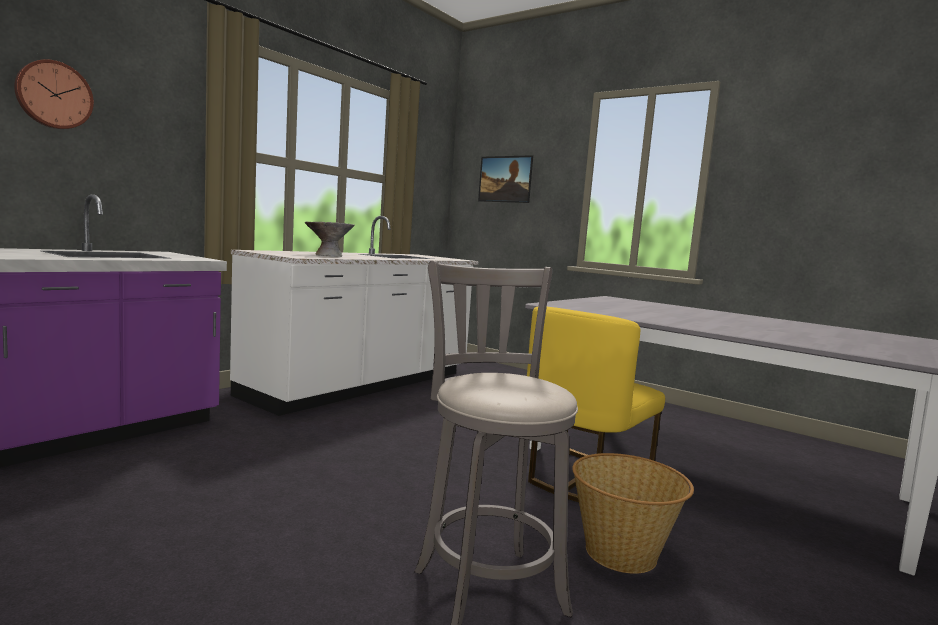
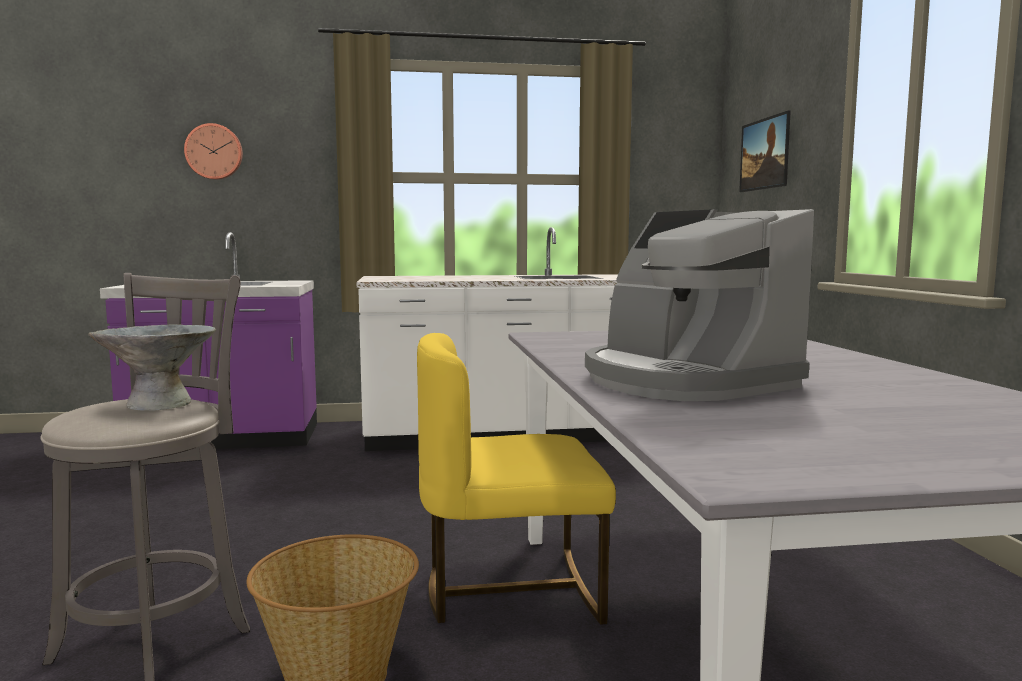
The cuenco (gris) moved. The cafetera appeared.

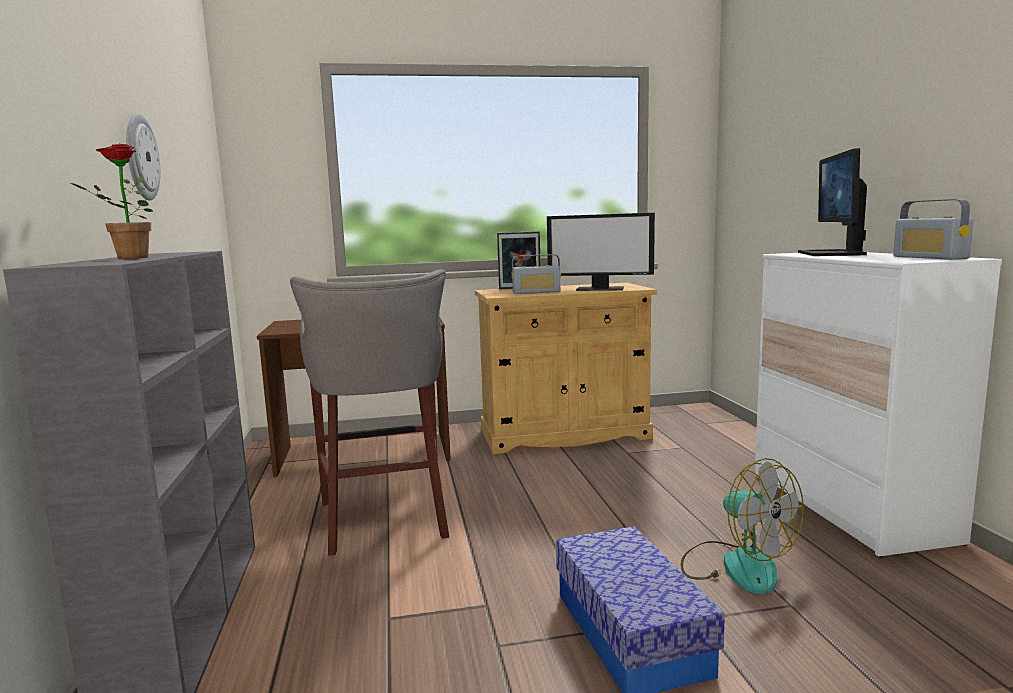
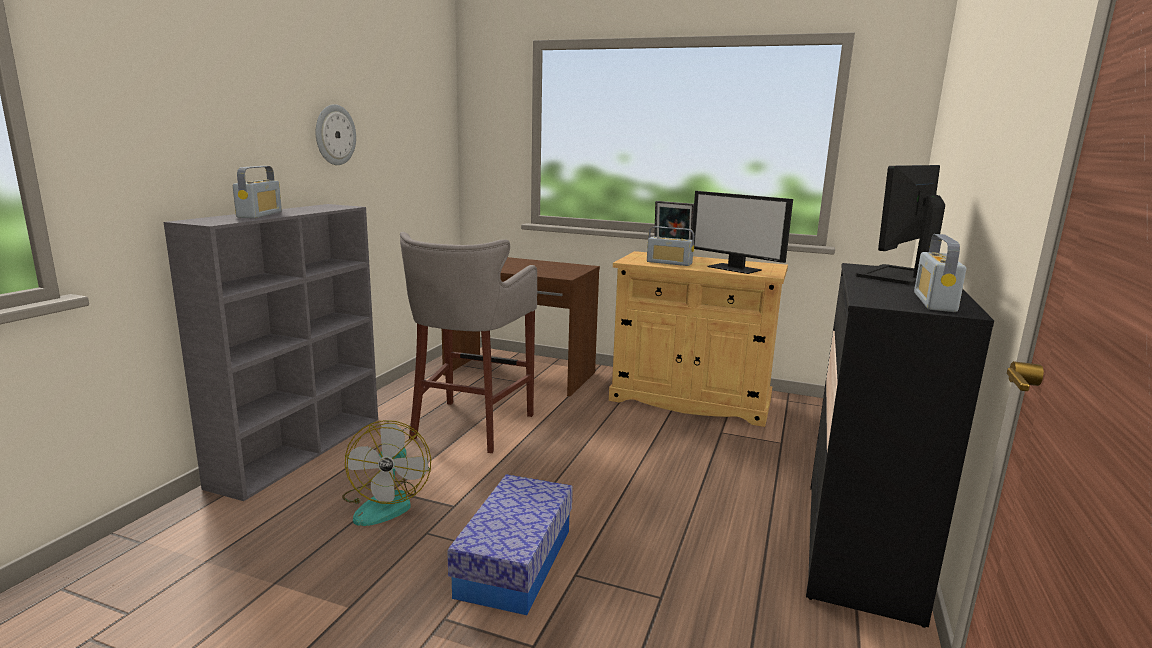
The planta en maceta was replaced by the radio (no. 1 from left). The ventilador moved. The cómoda (blanco) became the cómoda (negro).

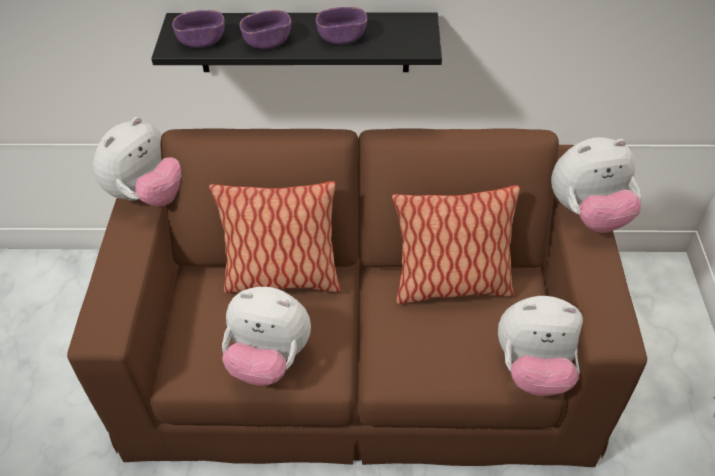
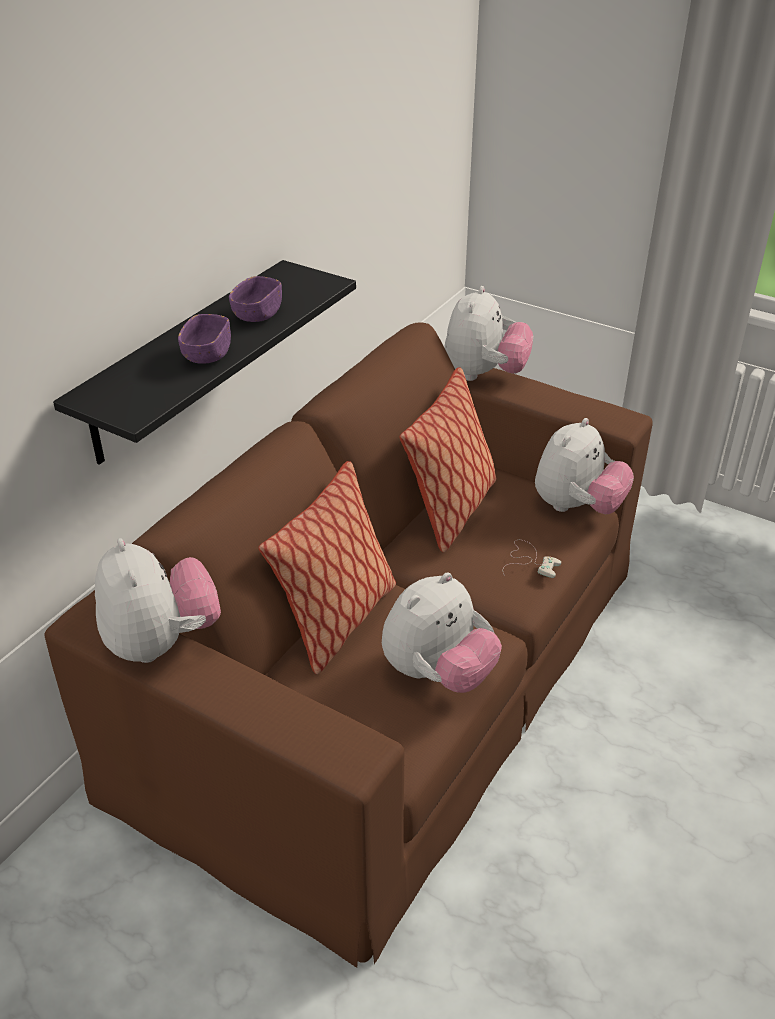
The mando de consola (blanco) appeared. The cuenco (morado) (no. 1 from left) disappeared.

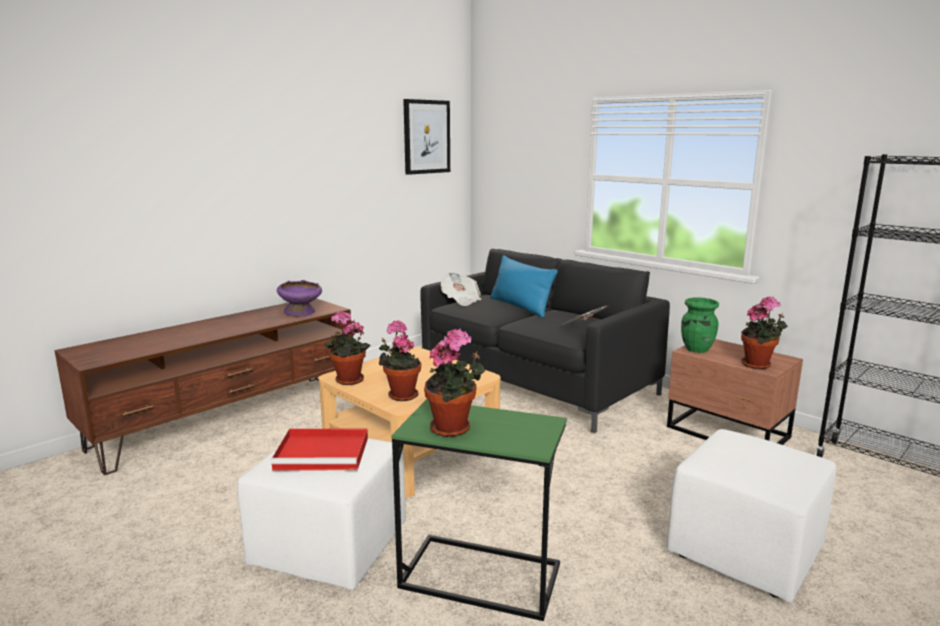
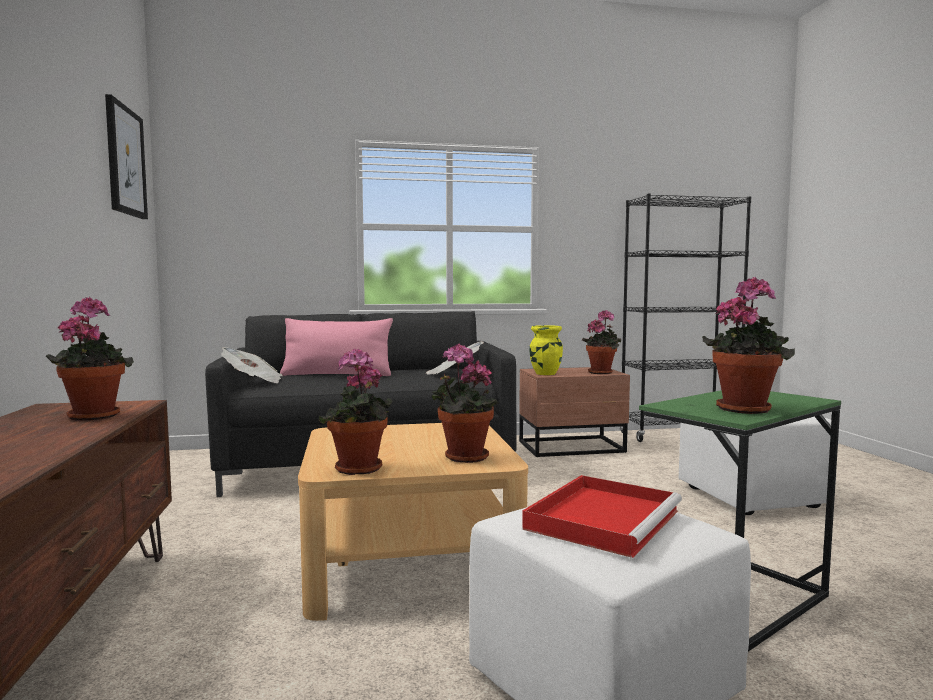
The cuenco (morado) was replaced by the planta en maceta (no. 1 from left). The cojín (azul) became the cojín (rosa). The florero (verde) became the florero (amarillo).

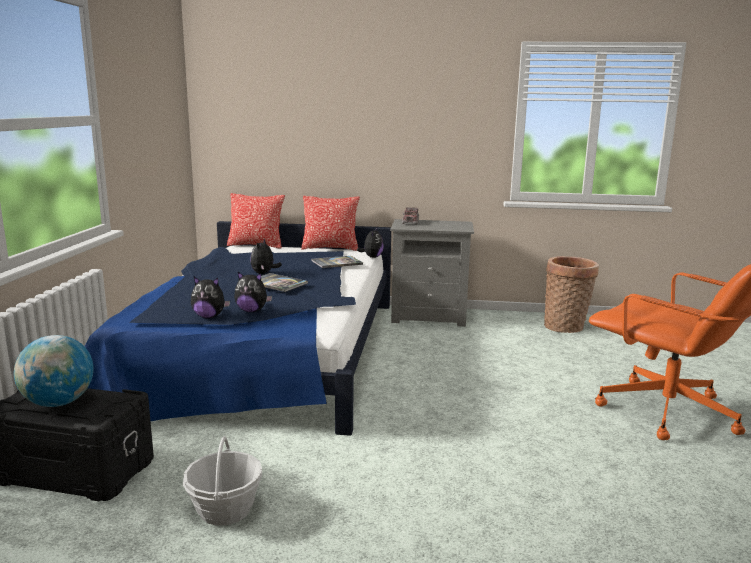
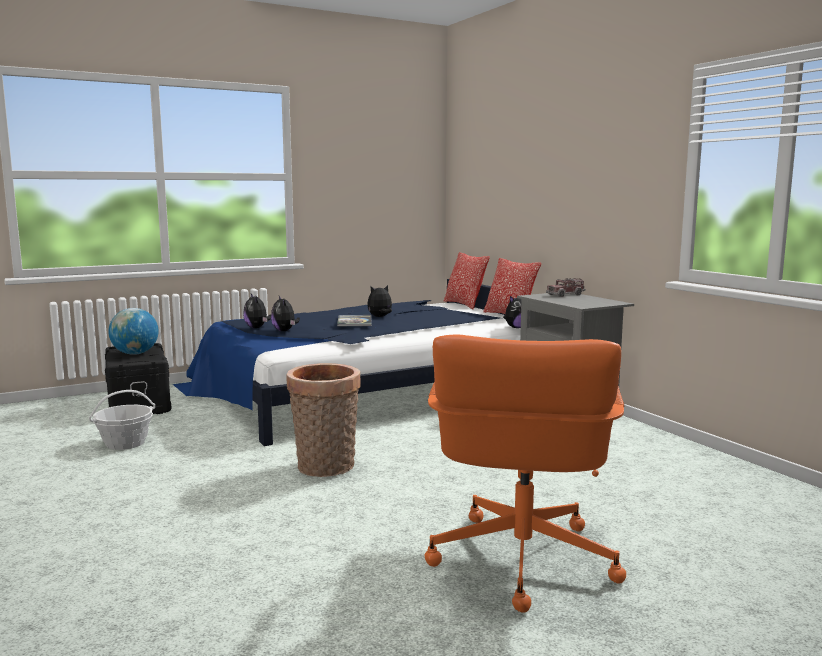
The cesta (no. 2 from left) moved. The libro (no. 2 from left) disappeared.

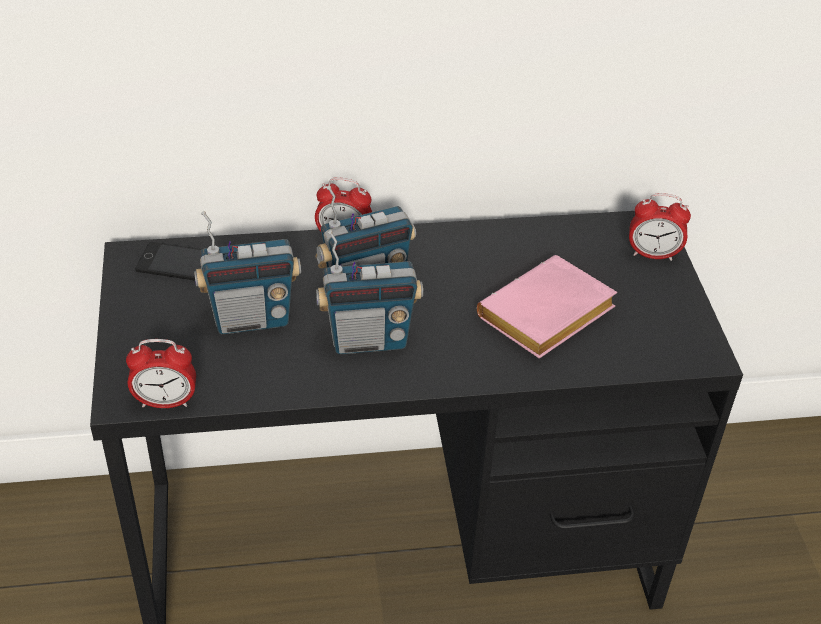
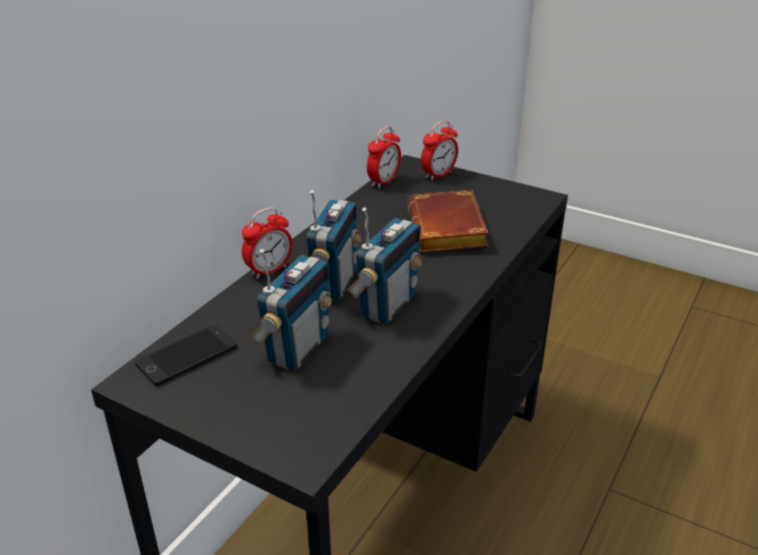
The despertador (no. 1 from left in the first image) moved. The libro (rosa) became the libro (marrón).

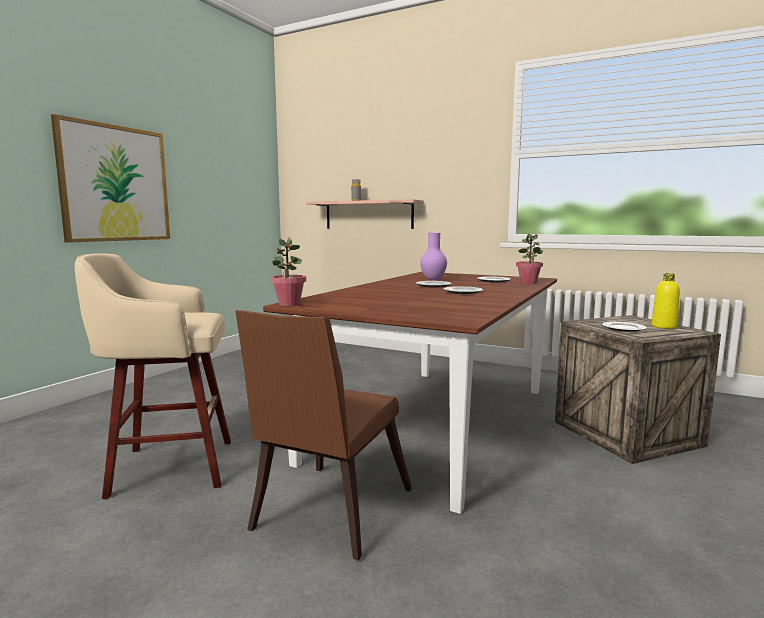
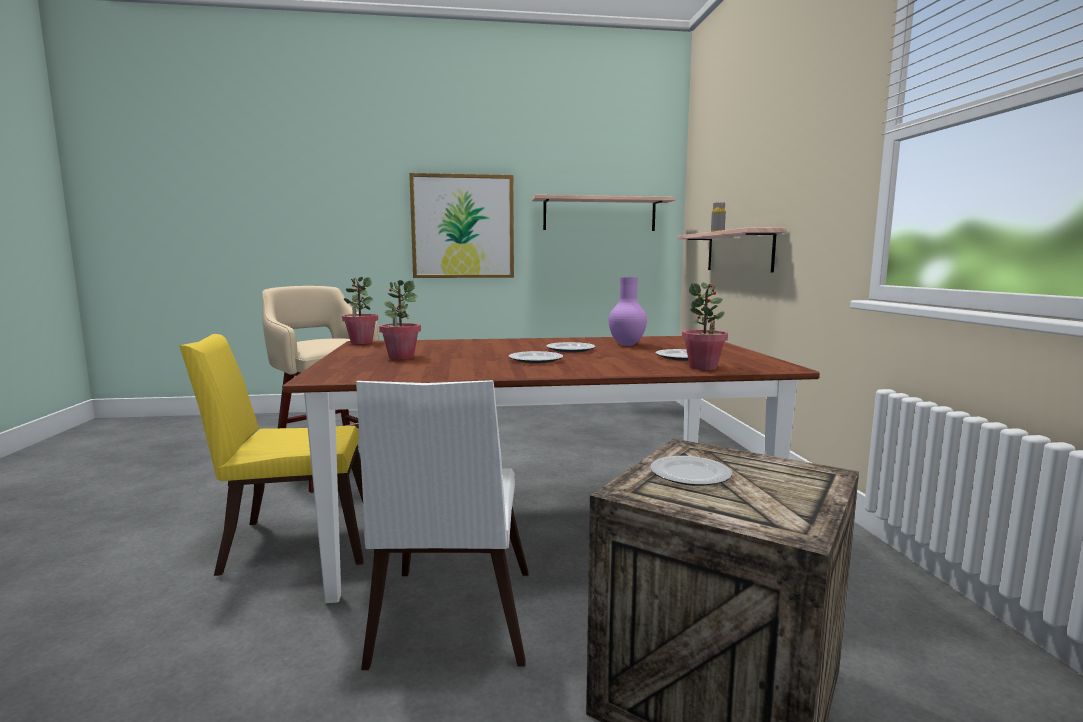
The silla (marrón) became the silla (amarillo). The silla (blanco) appeared. The planta en maceta (no. 2 from left) appeared. The estante (no. 1 from left) appeared. The botella (amarillo) disappeared.

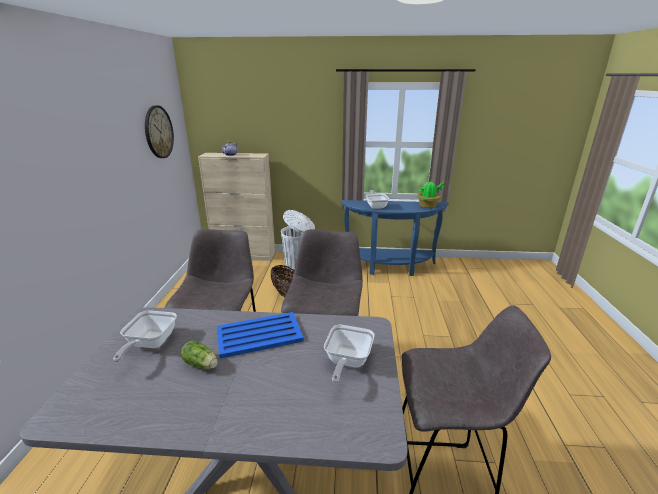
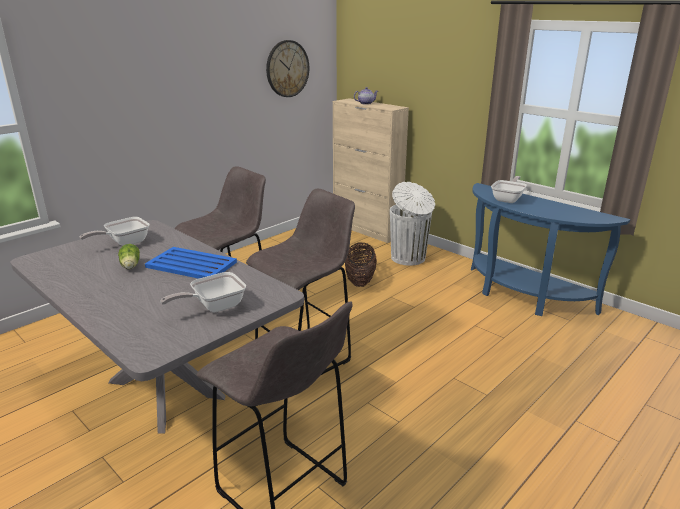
The planta en maceta disappeared.

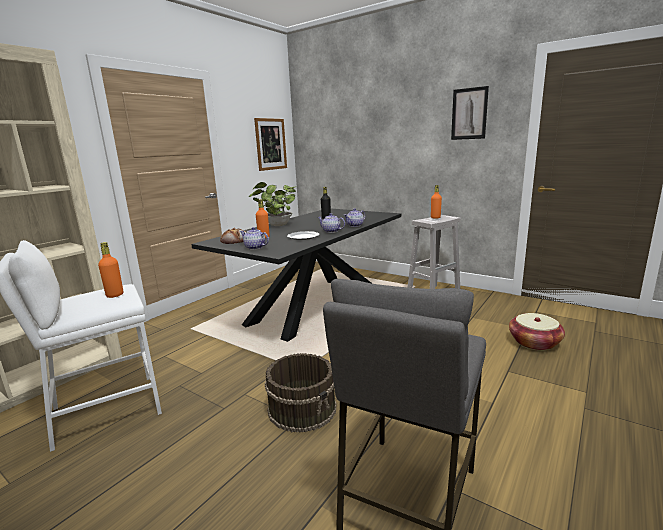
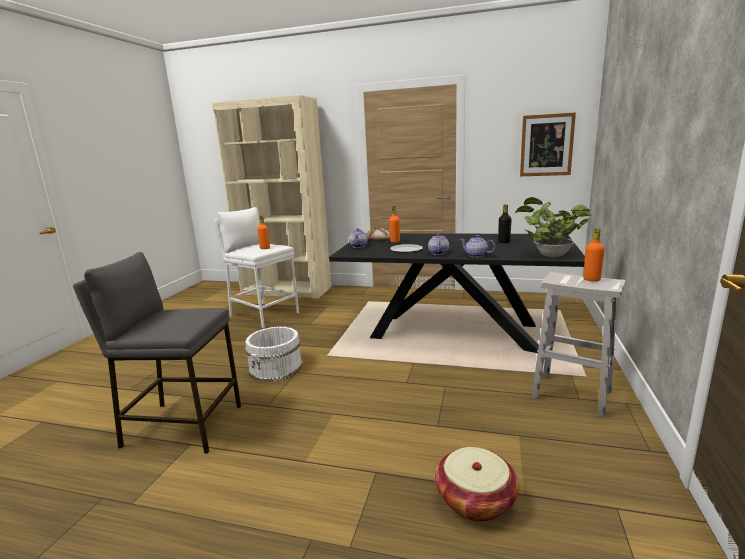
The cubo (marrón) became the cubo (blanco). The planta en maceta moved. The cuadro (no. 2 from left) disappeared.

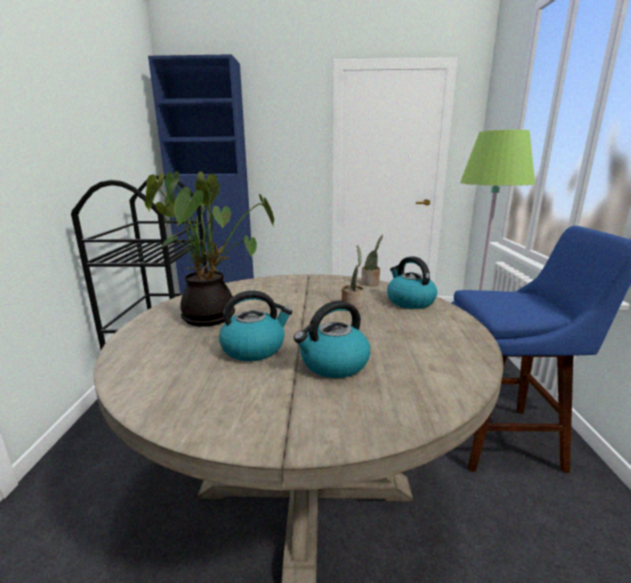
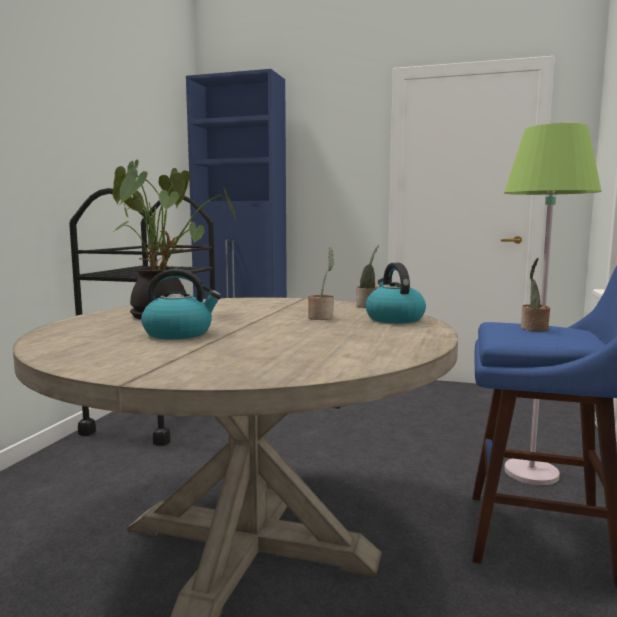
The planta en maceta (no. 4 from left) appeared. The hervidor (no. 2 from left) disappeared.

